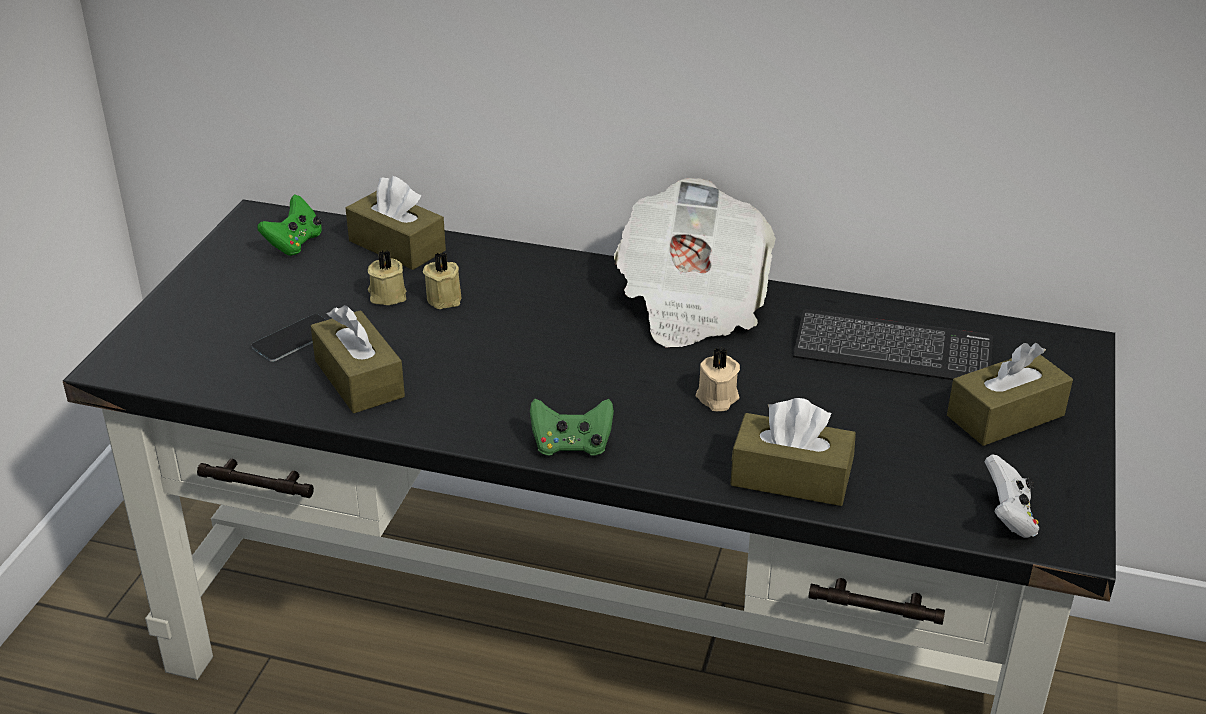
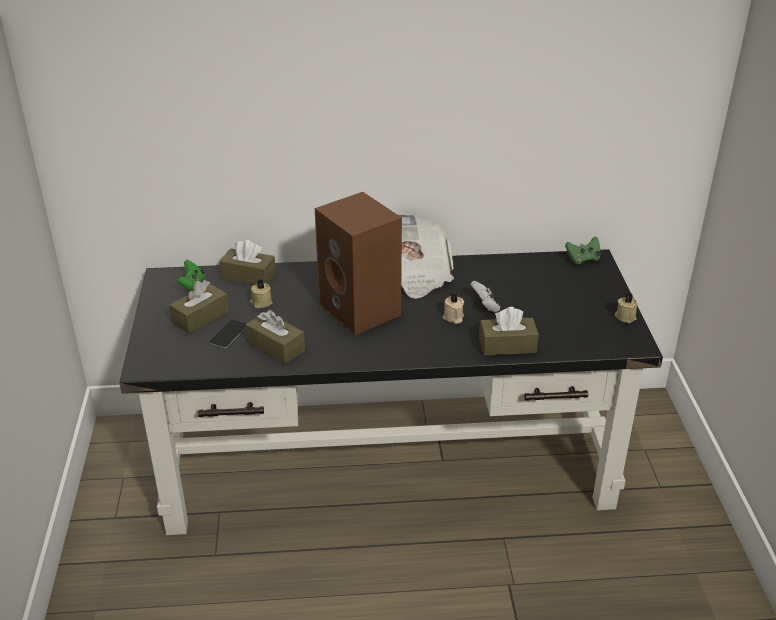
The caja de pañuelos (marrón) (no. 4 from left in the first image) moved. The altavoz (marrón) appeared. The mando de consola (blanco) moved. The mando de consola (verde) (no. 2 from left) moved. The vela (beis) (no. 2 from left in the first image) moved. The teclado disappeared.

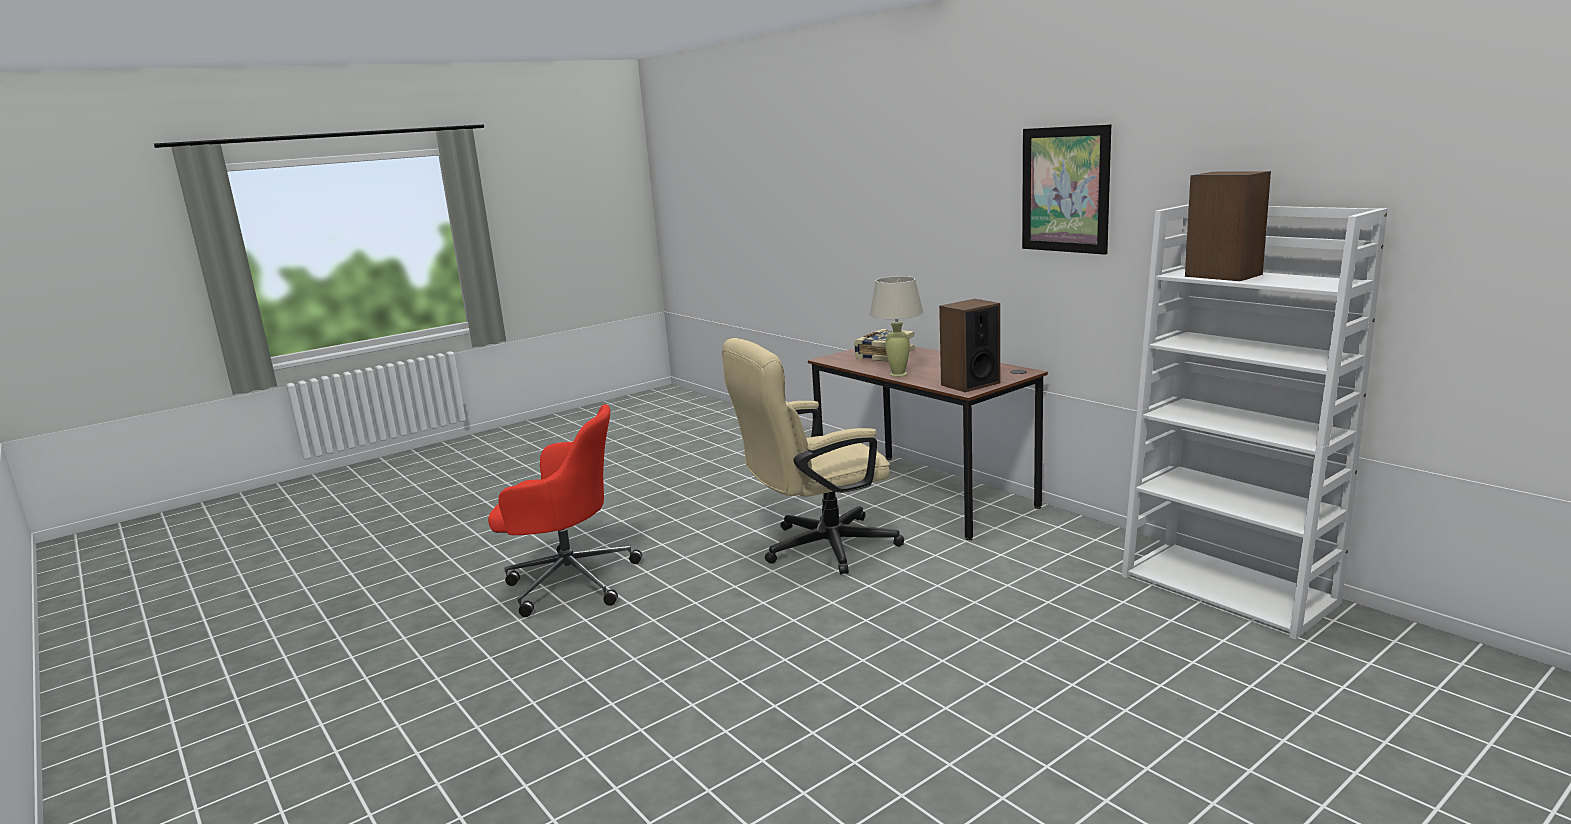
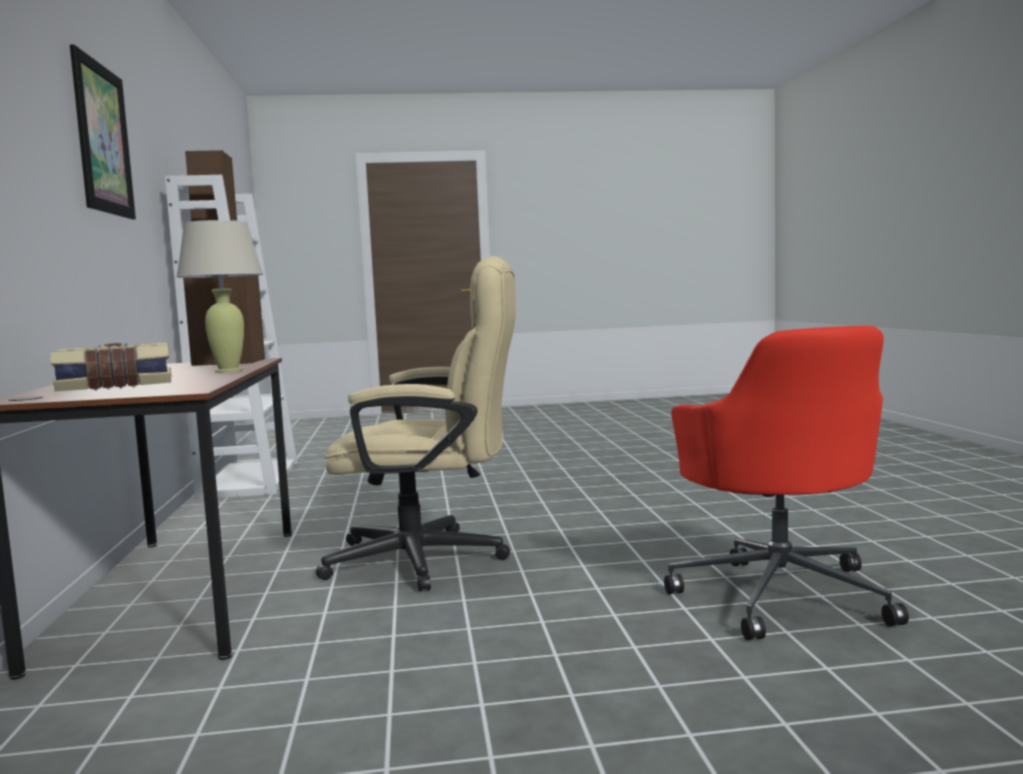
The silla de oficina (rojo) turned 135 degrees counterclockwise.

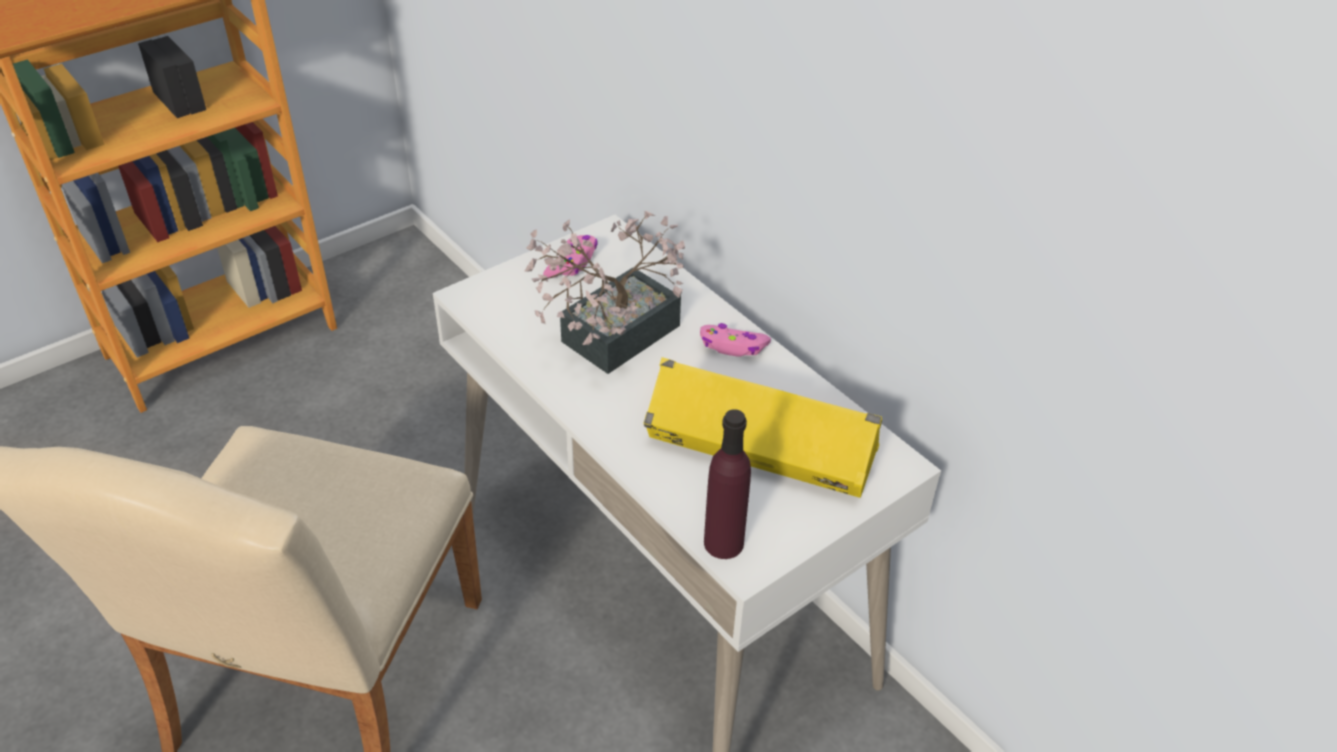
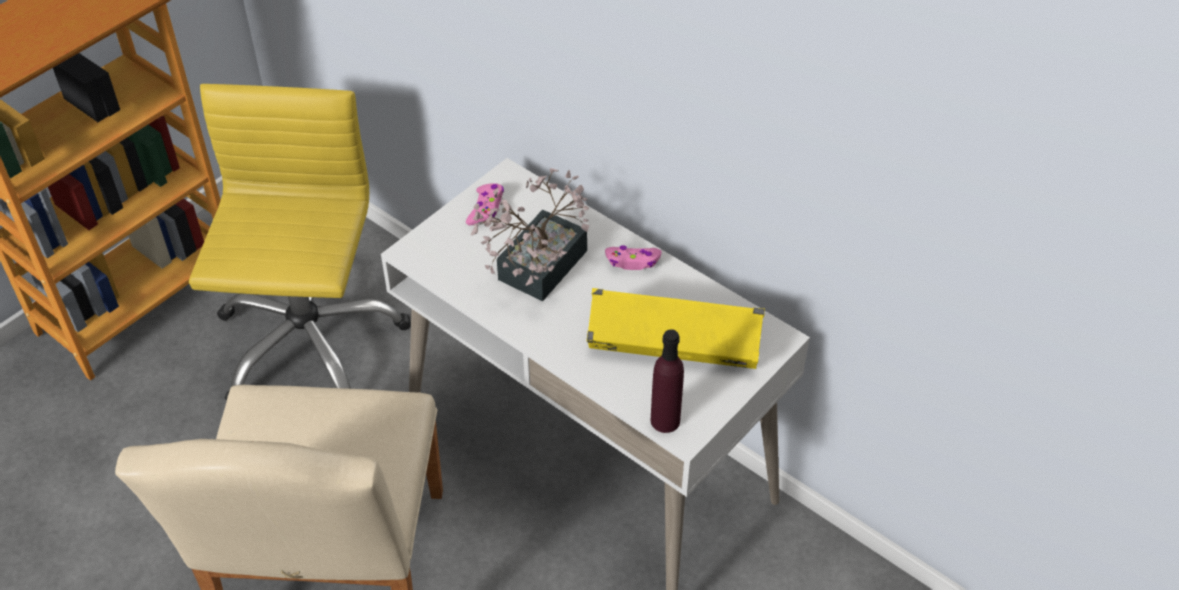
The silla de oficina (amarillo) appeared.

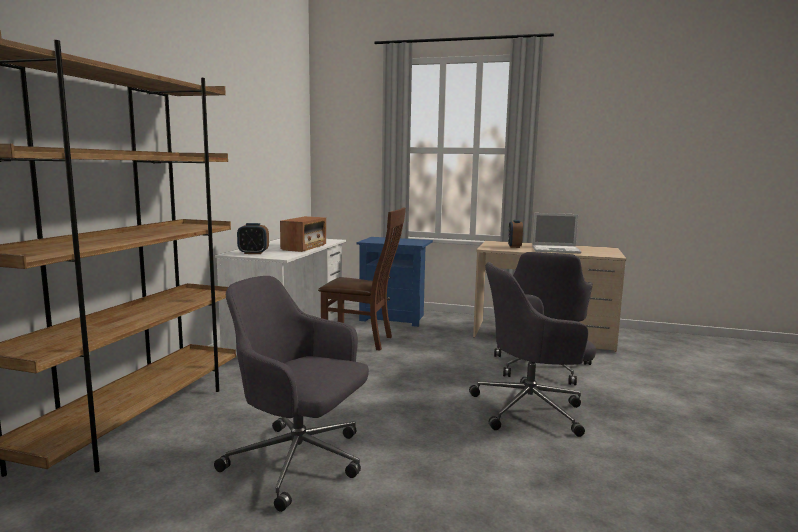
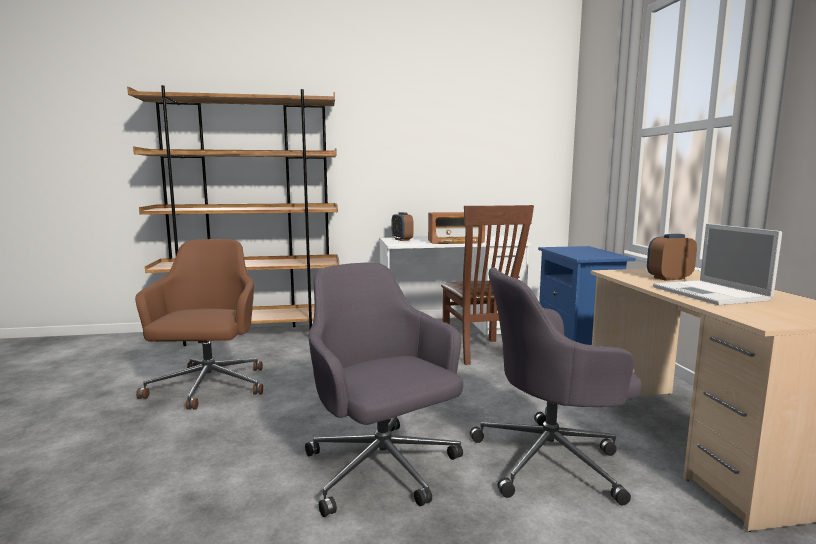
The silla de oficina (gris) (no. 1 from left) became the silla de oficina (marrón).

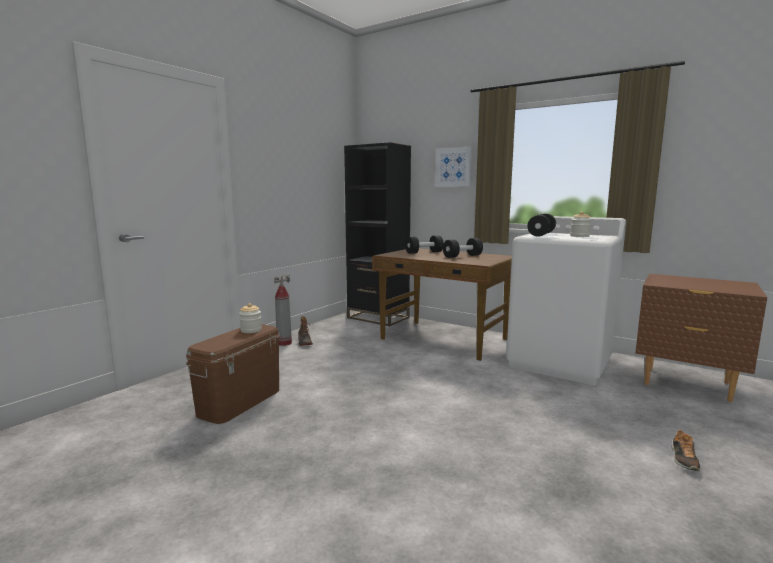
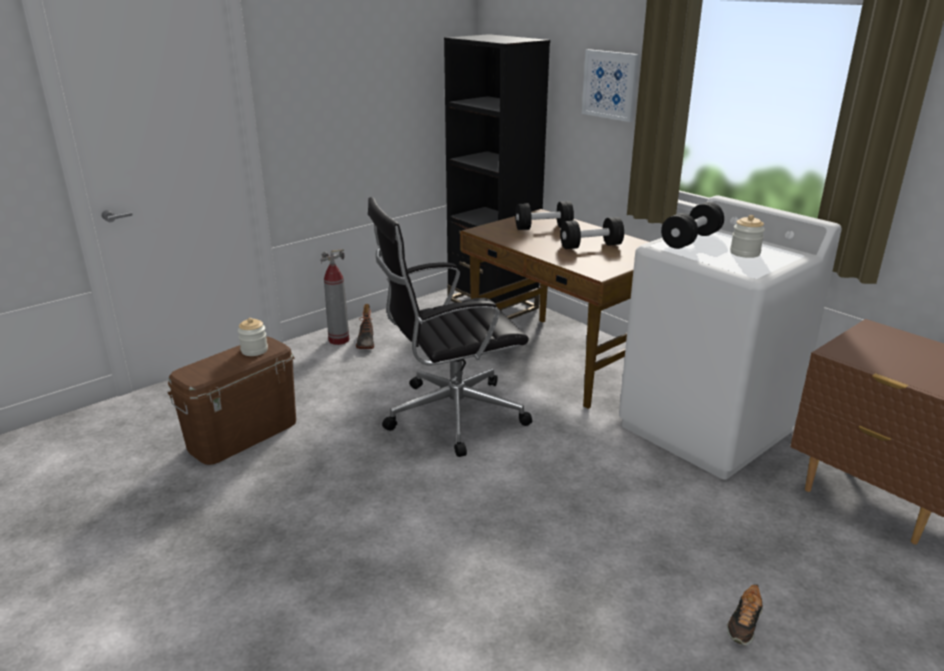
The silla de oficina (negro) appeared.

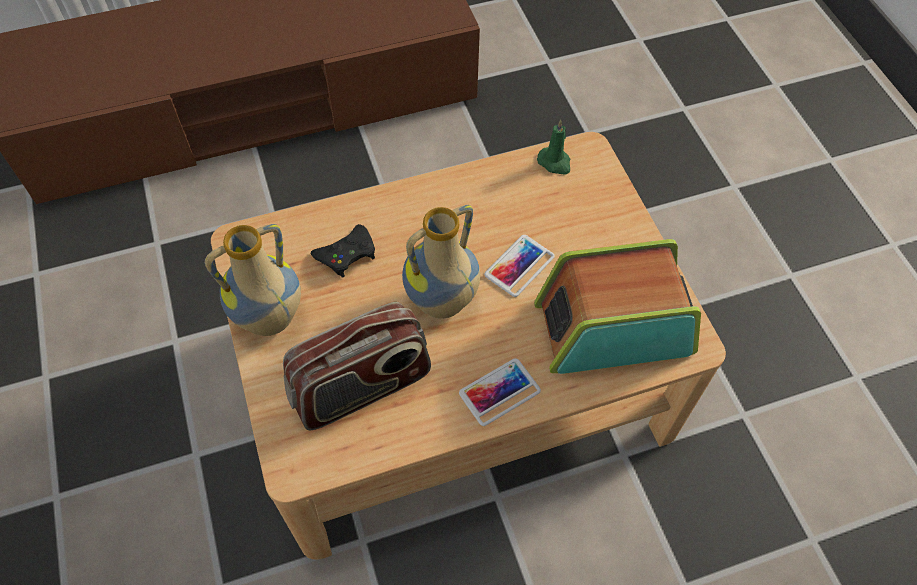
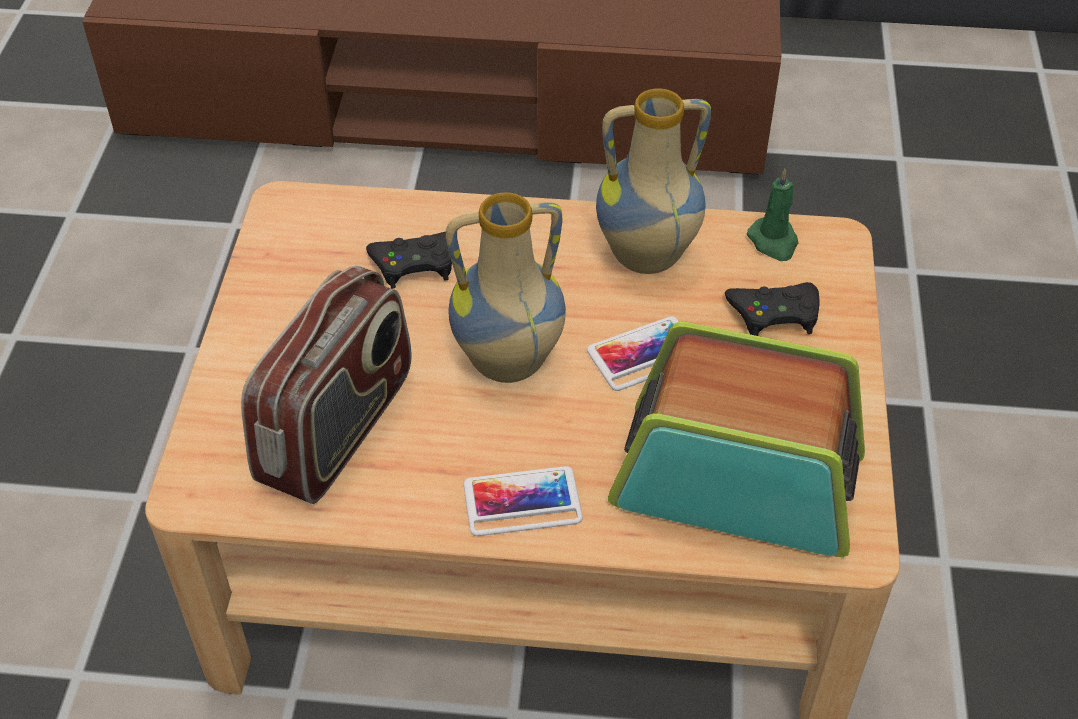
The radio (no. 1 from left) turned 60 degrees counterclockwise. The florero (no. 1 from left in the first image) moved. The mando de consola (negro) (no. 2 from left) appeared.

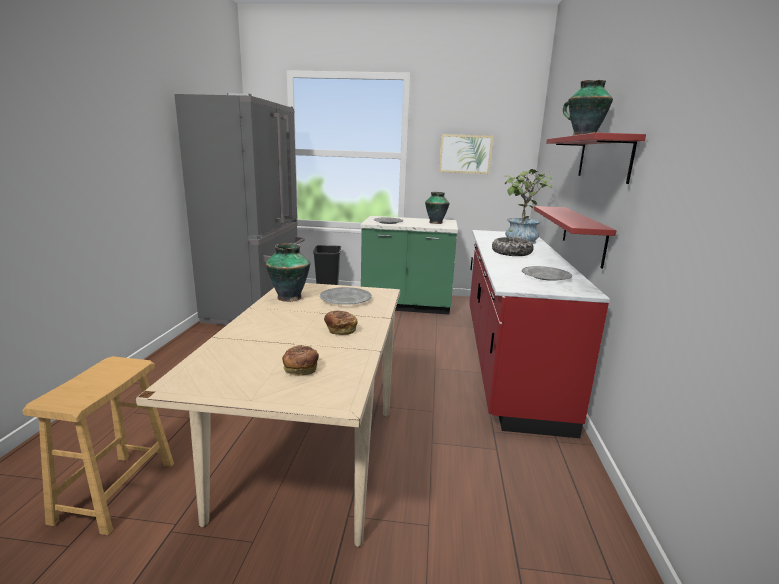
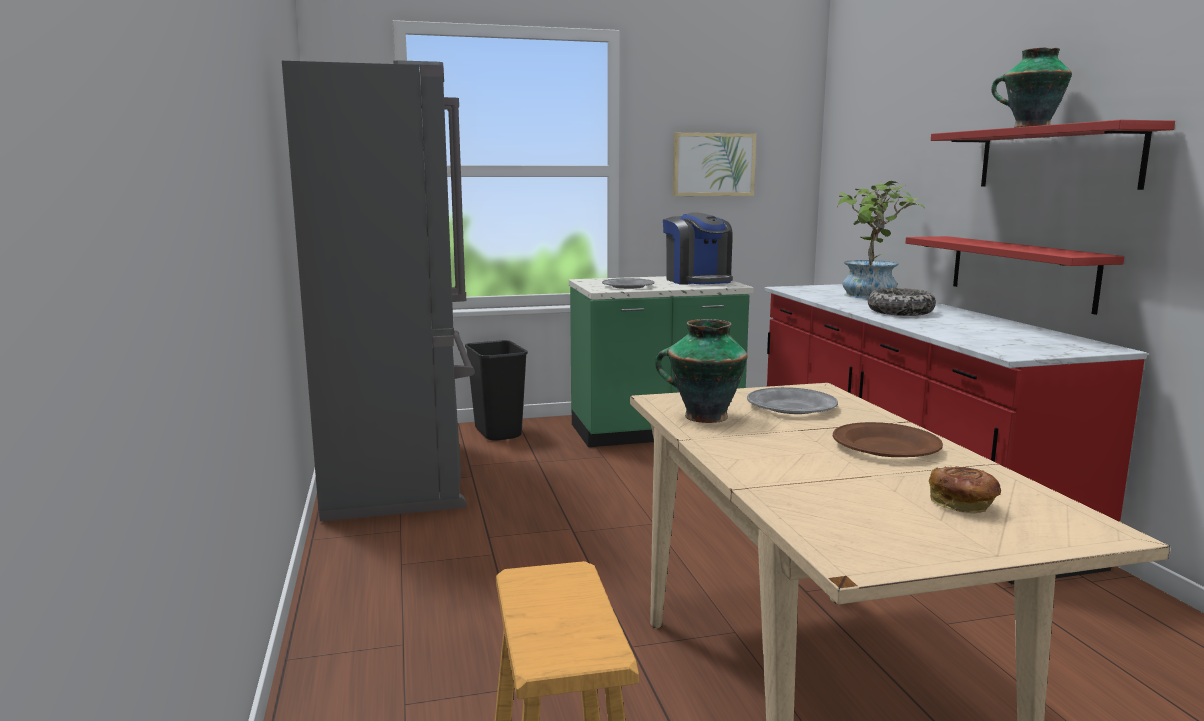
The florero (no. 2 from left) was replaced by the cafetera. The pan (no. 2 from left) was replaced by the plato (marrón). The plato (gris) (no. 3 from left) disappeared.

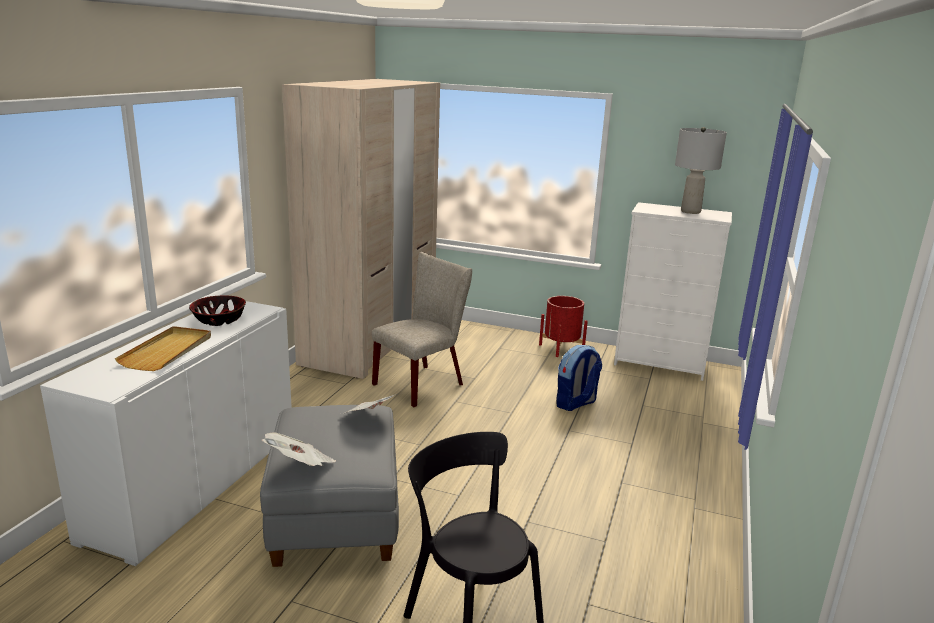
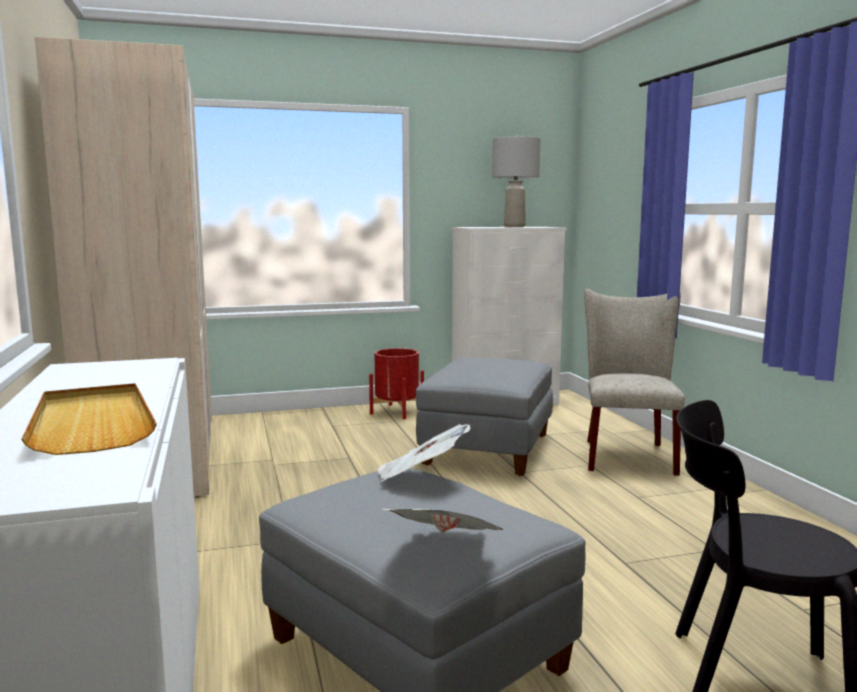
The mochila was replaced by the puf (gris) (no. 2 from left). The silla (beis) moved. The cuenco disappeared.

